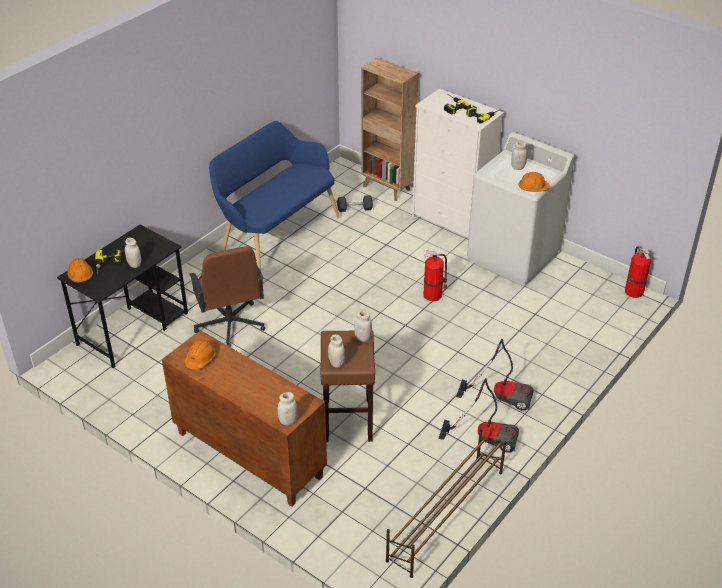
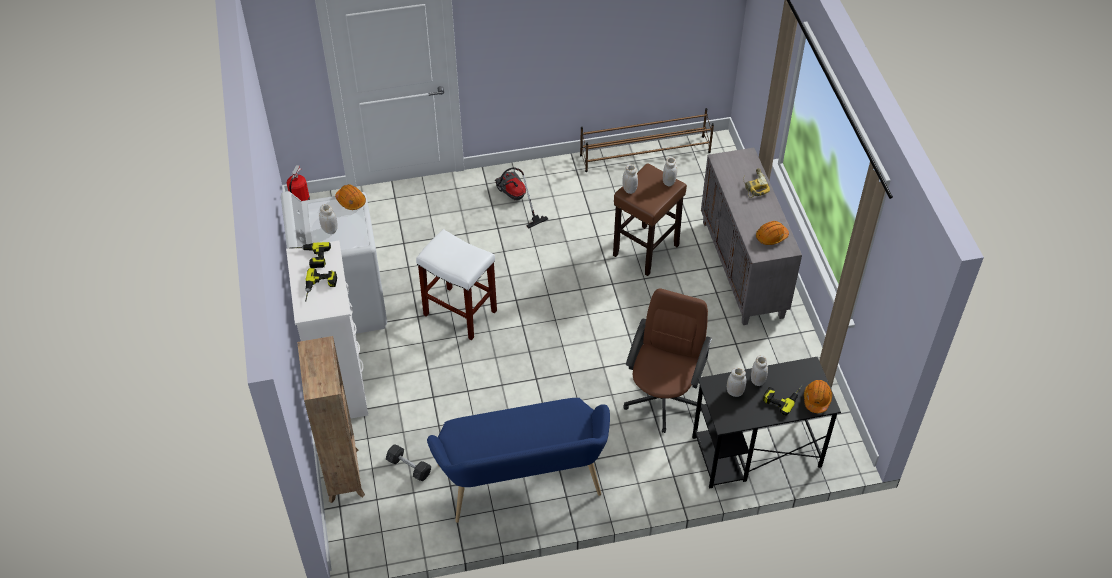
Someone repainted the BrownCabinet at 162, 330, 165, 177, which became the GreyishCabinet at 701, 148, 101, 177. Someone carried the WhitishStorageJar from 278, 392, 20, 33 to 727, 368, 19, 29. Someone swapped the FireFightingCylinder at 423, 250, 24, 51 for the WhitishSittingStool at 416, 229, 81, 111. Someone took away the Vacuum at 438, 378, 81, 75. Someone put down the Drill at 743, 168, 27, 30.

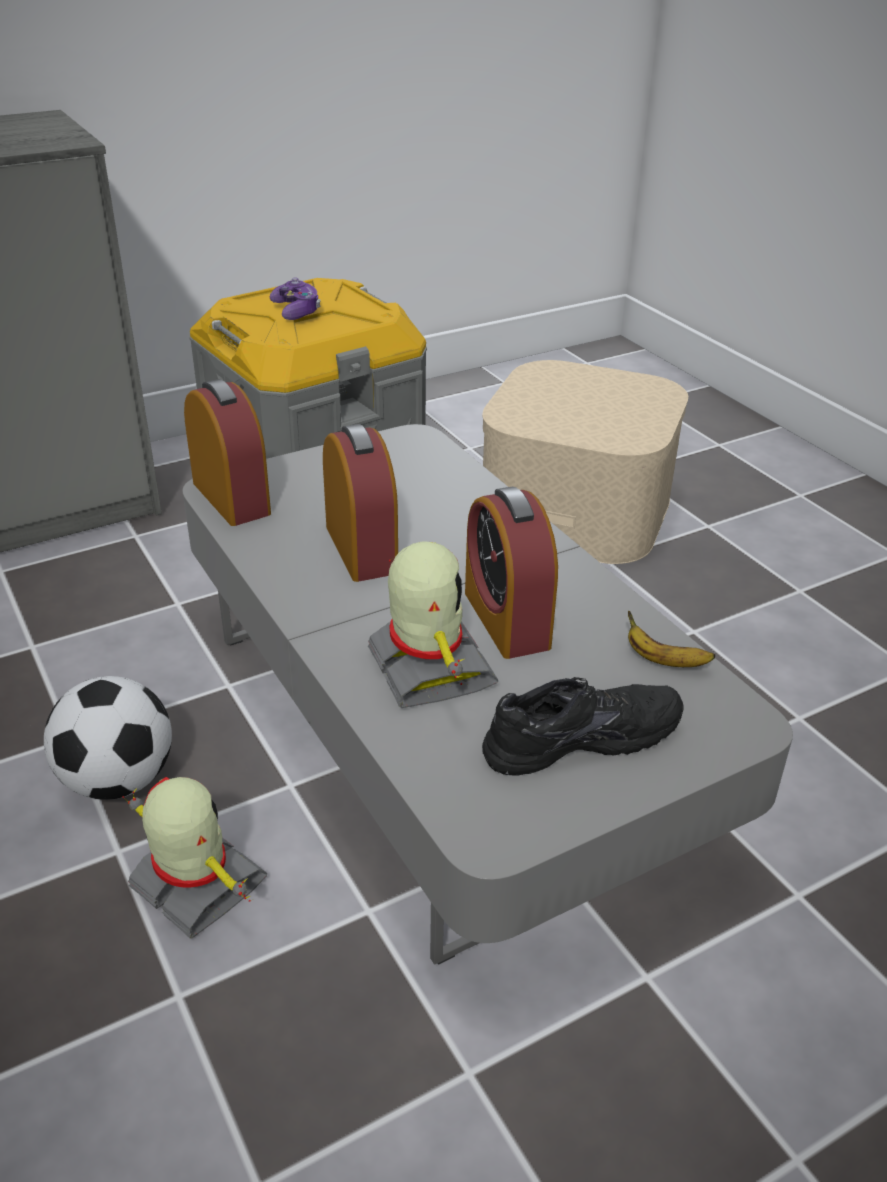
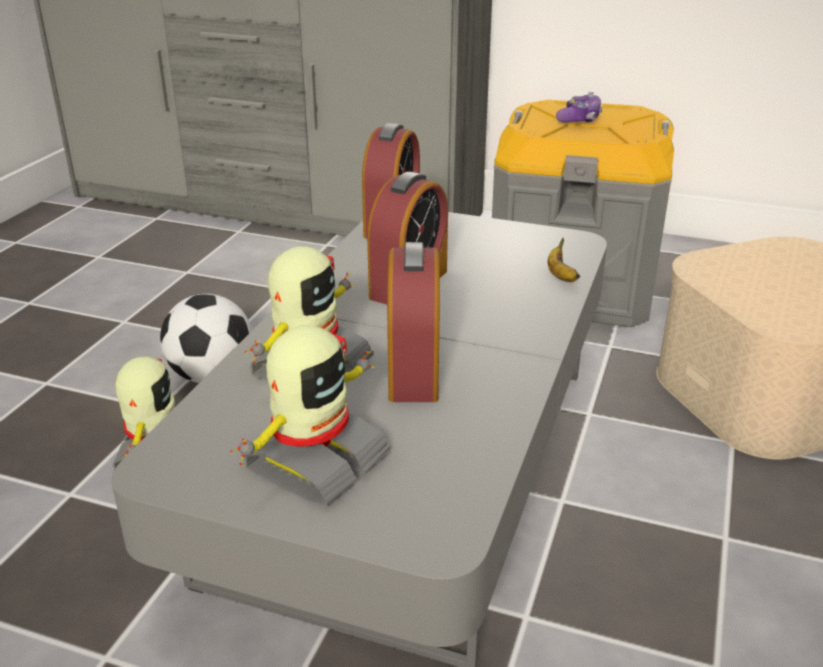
Someone rotated the BedsideClock at 465, 487, 93, 172 by 150 degrees clockwise. Someone swapped the BlackItemOfFootwear at 482, 677, 202, 98 for the ModelRobot at 230, 325, 161, 180. Someone carried the WholeBanana from 628, 611, 87, 56 to 548, 238, 32, 44.

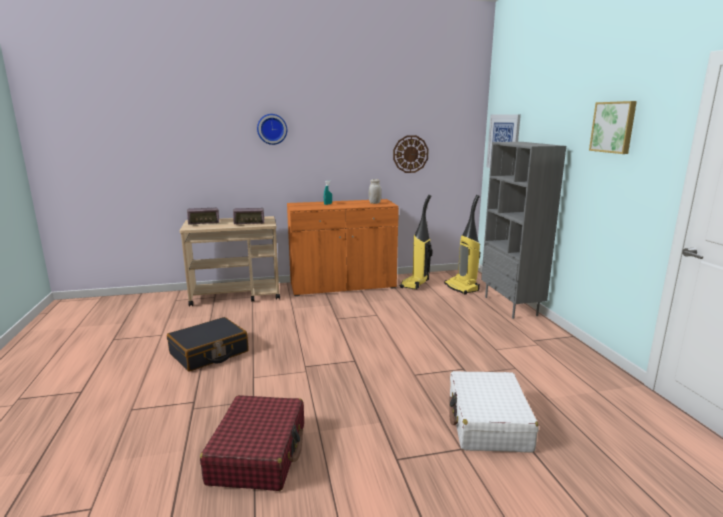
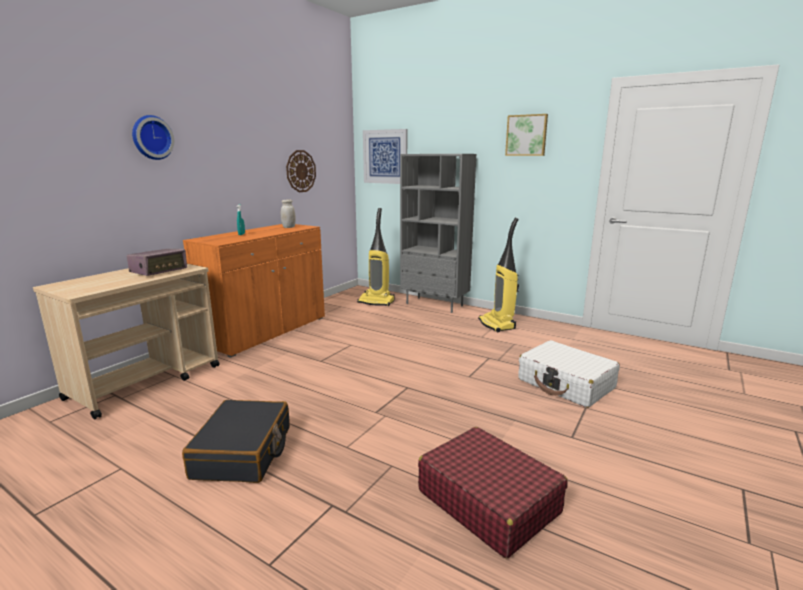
Someone took away the Radio at 187, 208, 32, 17. Someone carried the Vacuum from 400, 195, 33, 94 to 478, 218, 41, 114.

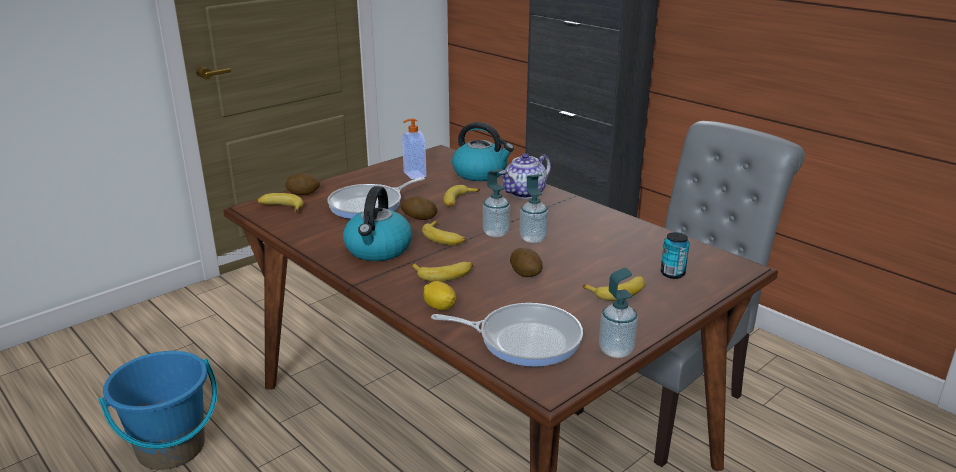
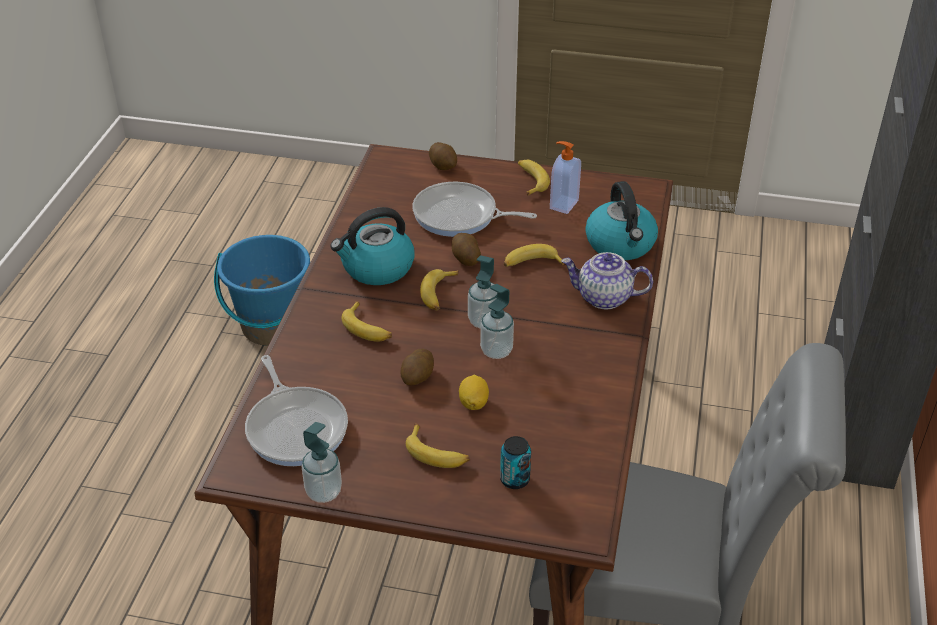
Someone carried the WholeBanana from 257, 193, 47, 19 to 518, 160, 32, 36. Someone carried the Lemon from 424, 281, 32, 30 to 459, 375, 30, 35.

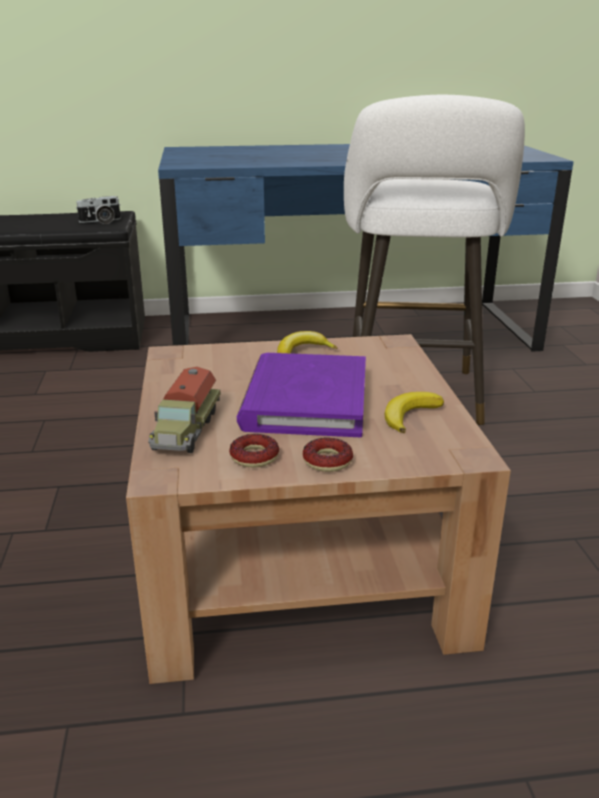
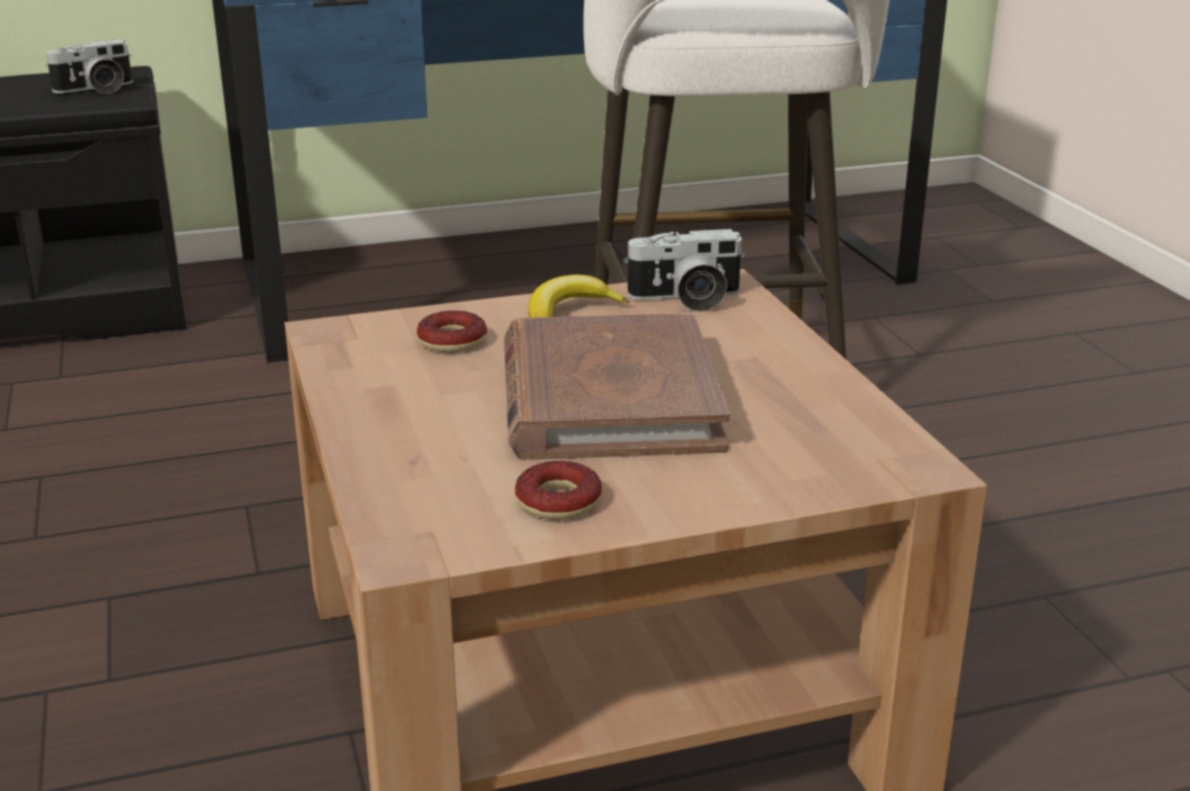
Someone took away the ToyLorry at 148, 367, 72, 86. Someone repainted the PurplishVolume at 237, 353, 129, 84, which became the BrownVolume at 504, 313, 226, 147. Someone carried the Donut from 303, 438, 50, 34 to 417, 311, 70, 41. Someone took away the WholeBanana at 385, 392, 59, 41. Someone put down the StillCamera at 623, 229, 122, 83.

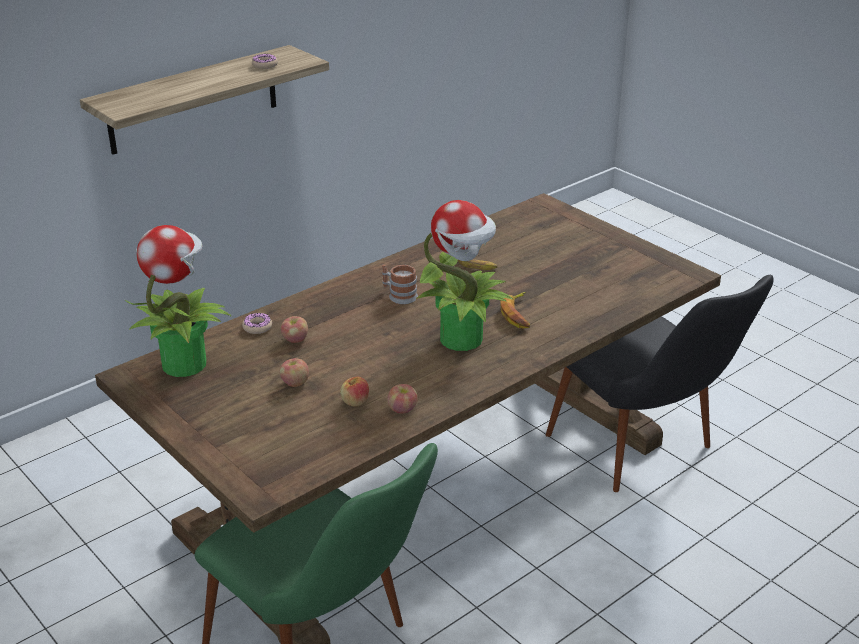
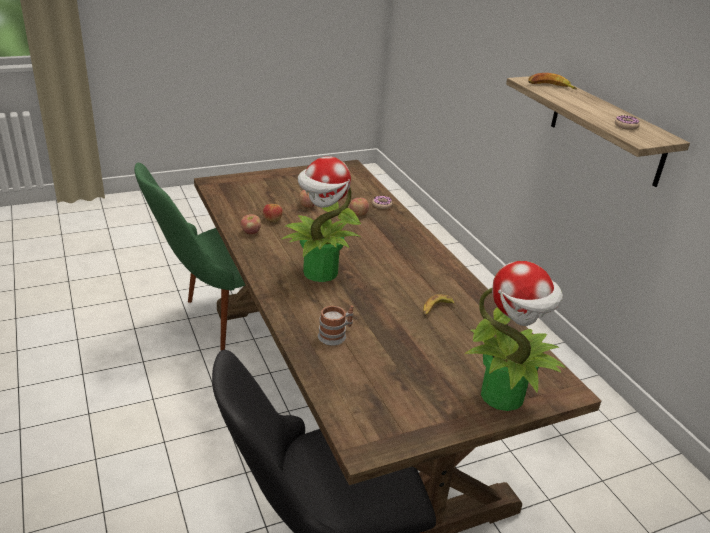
Someone carried the Houseplant from 125, 225, 107, 152 to 465, 261, 100, 150. Someone carried the CoffeeMug from 382, 265, 36, 39 to 318, 305, 36, 41. Someone carried the WholeBanana from 501, 292, 29, 36 to 528, 73, 49, 16.

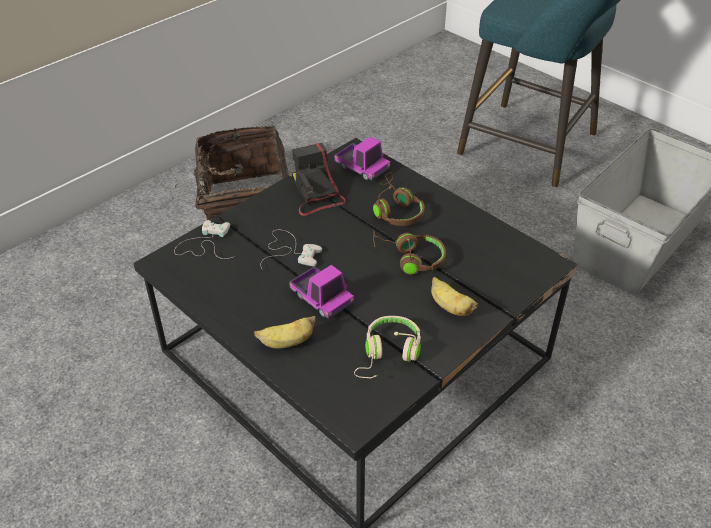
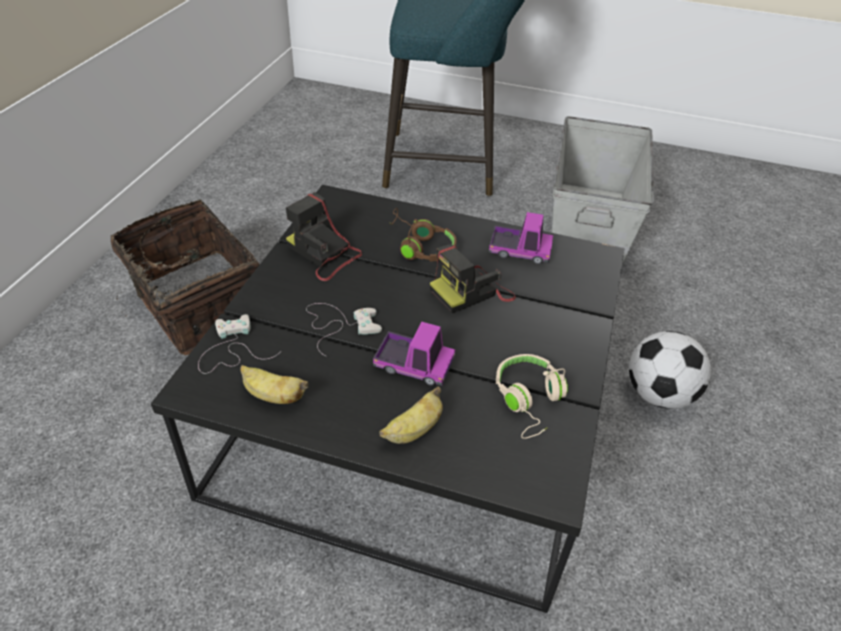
Someone carried the ToyLorry from 335, 137, 55, 43 to 489, 212, 64, 52. Someone swapped the BrownPairOfHeadphones at 373, 230, 73, 45 for the StillCamera at 430, 244, 86, 69. Someone carried the WholeBanana from 431, 277, 47, 39 to 240, 365, 69, 39. Someone put down the FootballBall at 629, 331, 82, 78.

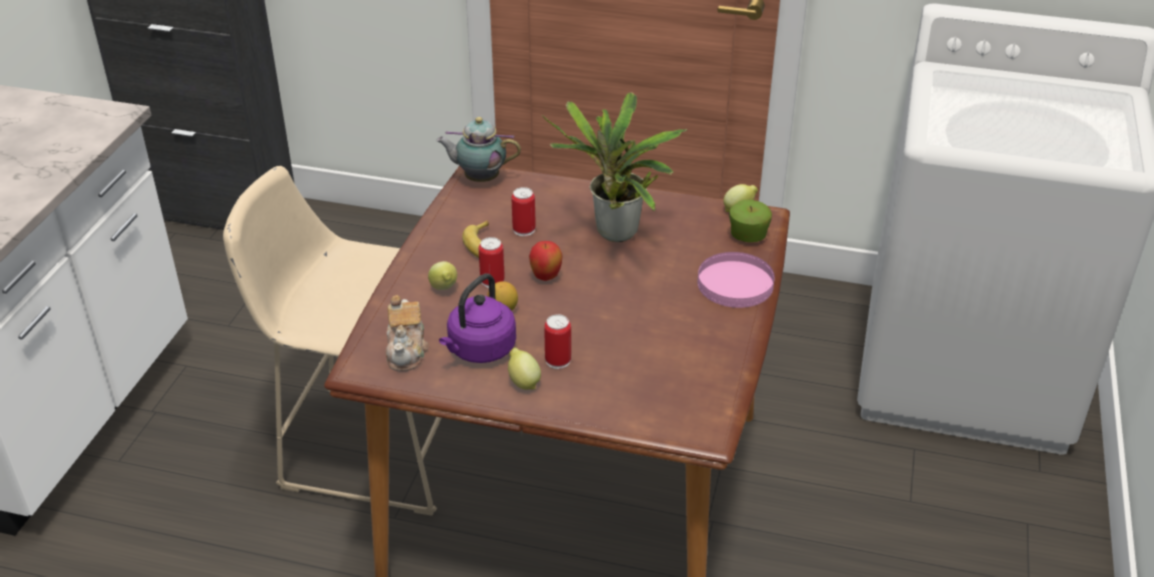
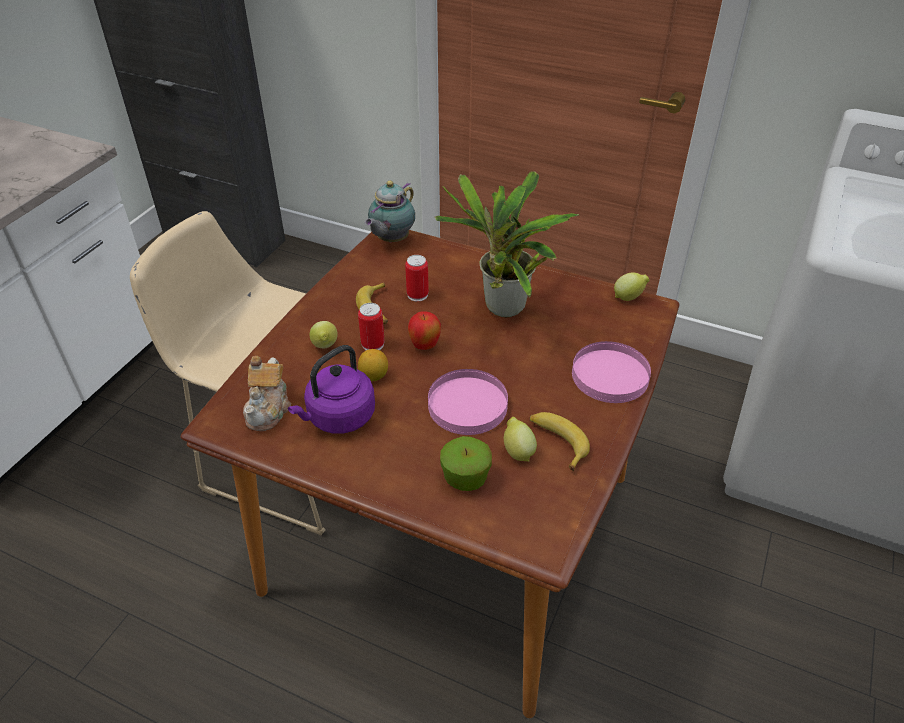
Someone rotated the TeaPot at 436, 117, 85, 65 by 75 degrees counterclockwise. Someone carried the Lemon from 508, 348, 33, 41 to 504, 417, 33, 45. Someone took away the MetalCan at 544, 314, 27, 55. Someone carried the Apple from 729, 200, 43, 42 to 440, 436, 52, 55. Someone put down the PinkColouredFlatDish at 428, 369, 80, 66. Someone put down the WholeBanana at 530, 412, 60, 59.

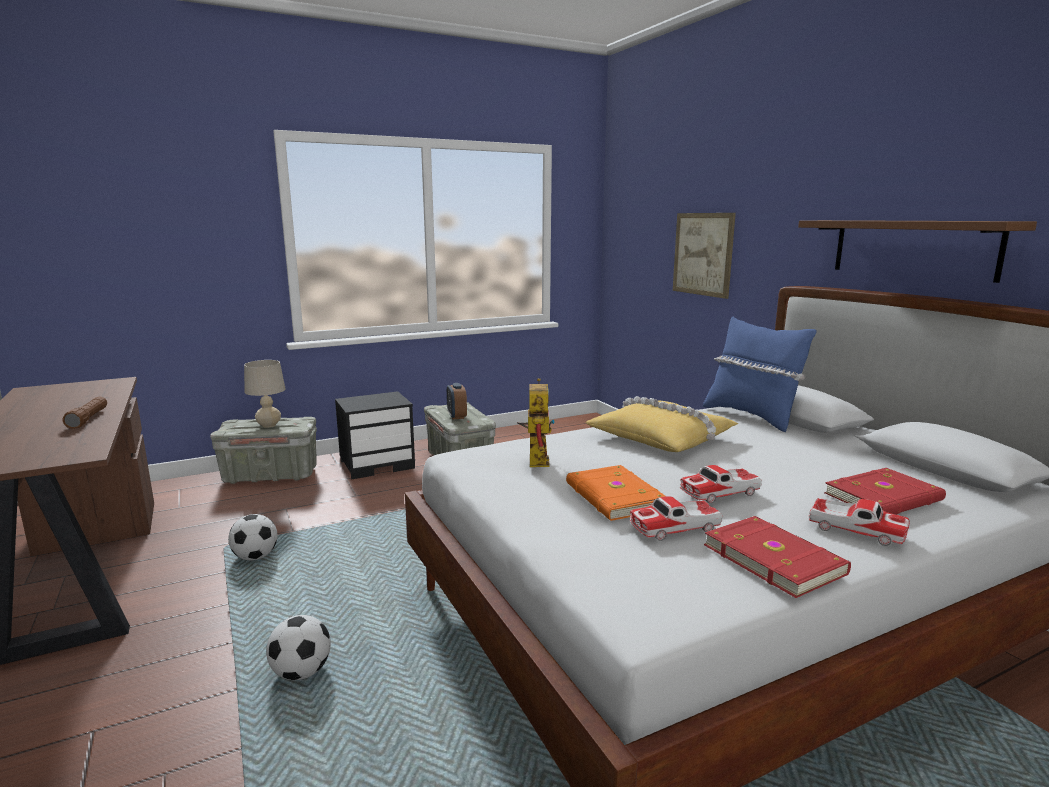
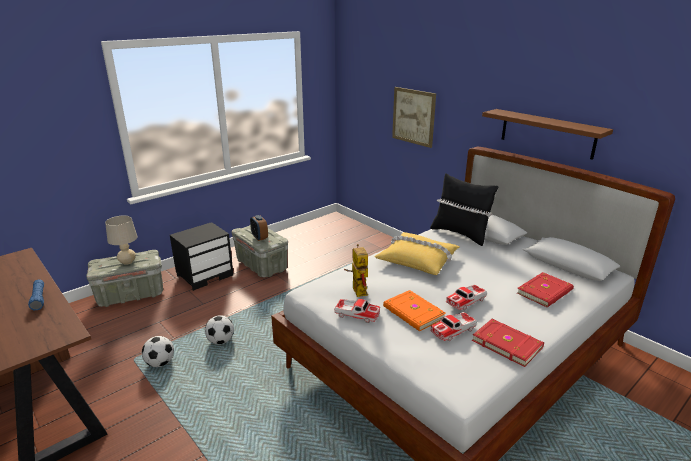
Someone repainted the BrownHandTorch at 63, 396, 44, 33, which became the BluishHandTorch at 28, 279, 16, 31. Someone carried the FootballBall from 266, 615, 65, 65 to 205, 315, 29, 29. Someone repainted the BluishPillow at 703, 317, 114, 115, which became the BlackPillow at 430, 173, 68, 73. Someone carried the ToyCar from 809, 498, 101, 48 to 334, 299, 46, 24.

